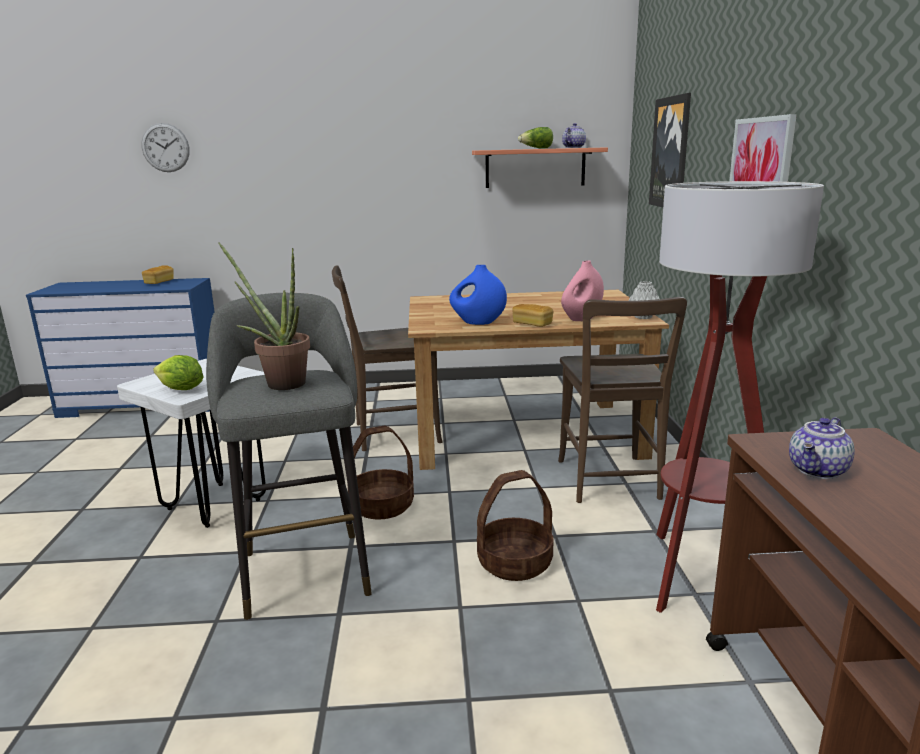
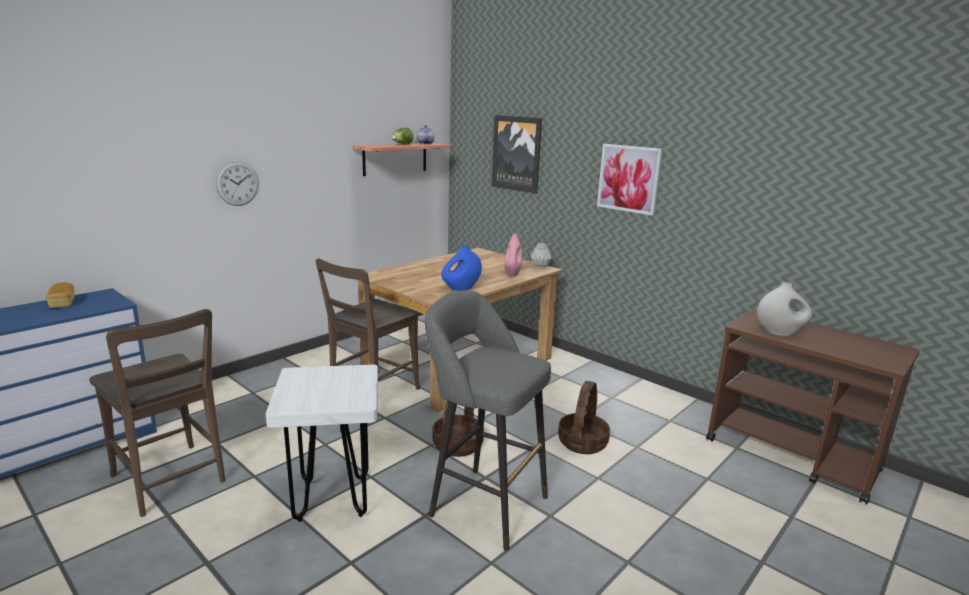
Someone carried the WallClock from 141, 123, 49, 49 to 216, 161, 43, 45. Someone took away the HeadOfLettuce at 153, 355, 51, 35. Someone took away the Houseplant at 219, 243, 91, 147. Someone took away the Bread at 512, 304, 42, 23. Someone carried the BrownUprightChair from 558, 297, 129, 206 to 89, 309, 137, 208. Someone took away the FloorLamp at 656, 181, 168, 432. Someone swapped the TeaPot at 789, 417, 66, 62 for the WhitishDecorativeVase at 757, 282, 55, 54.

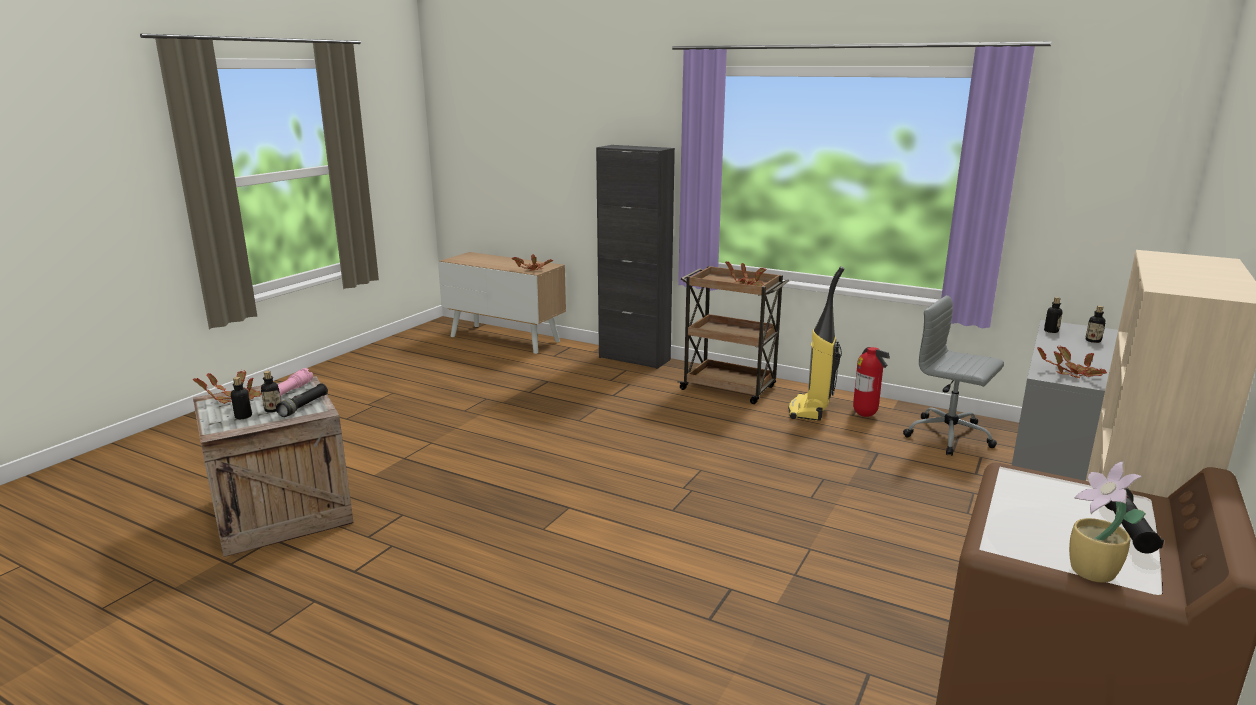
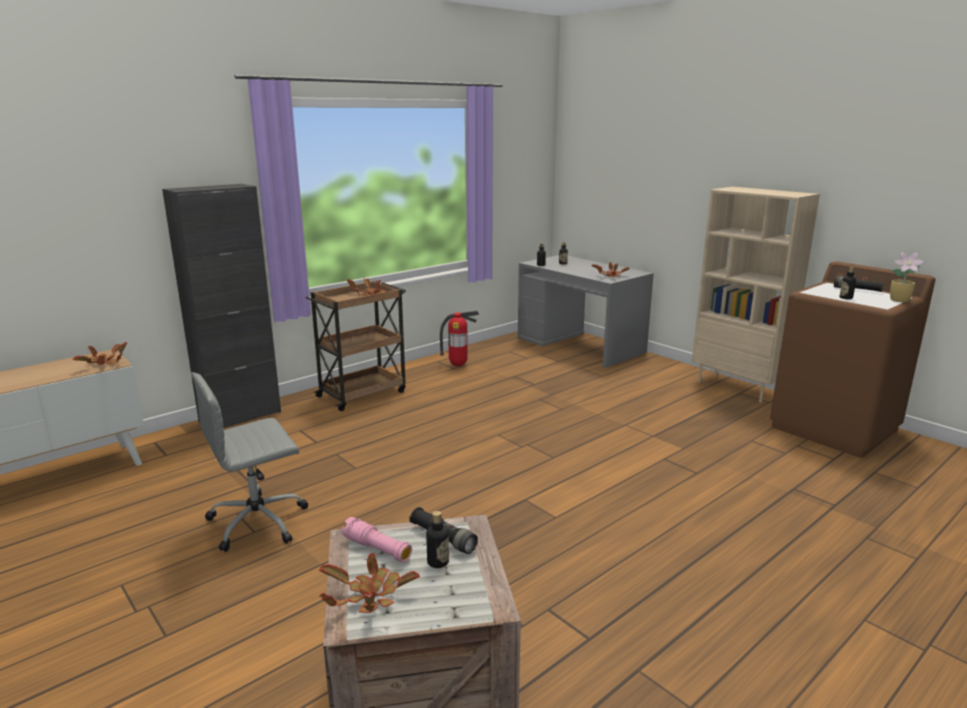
Someone carried the Bottle from 231, 377, 21, 42 to 840, 267, 16, 32. Someone took away the Vacuum at 788, 266, 57, 154. Someone carried the GreyishDeskChair from 903, 295, 101, 161 to 191, 372, 117, 180.

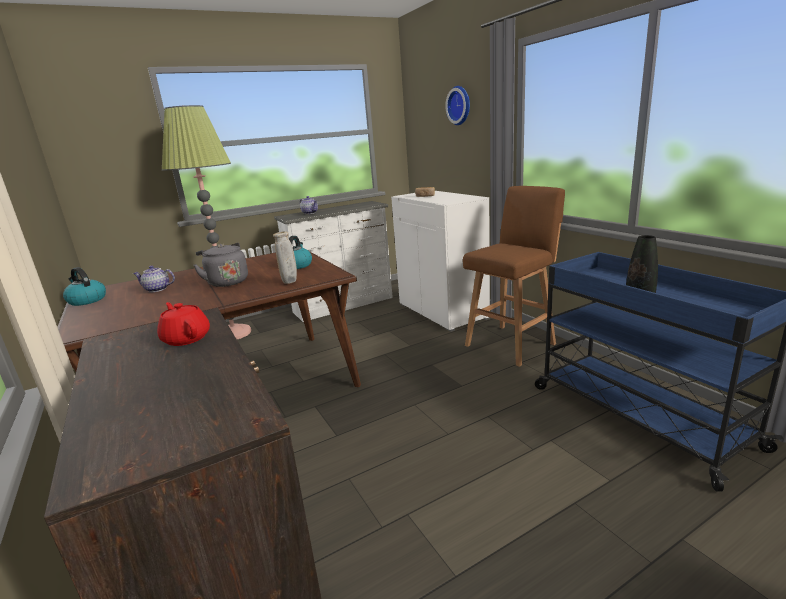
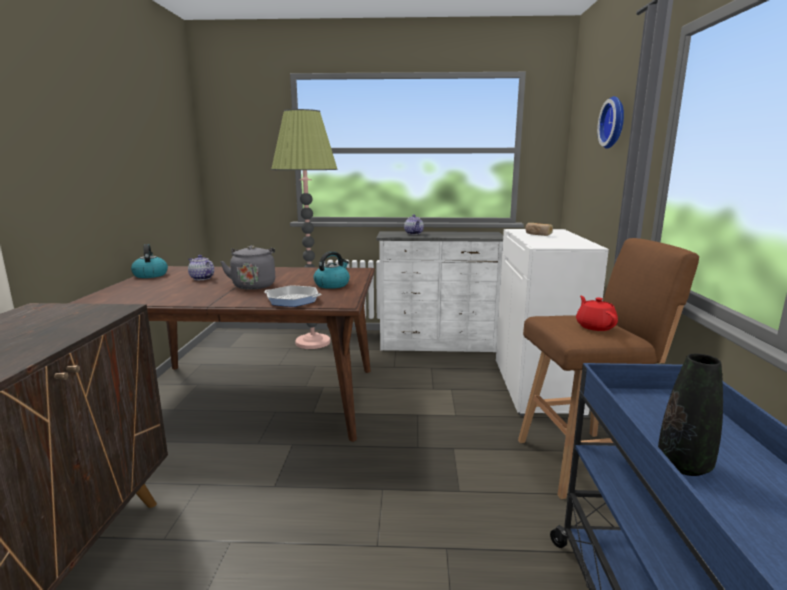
Someone carried the RedTeaPot from 157, 302, 53, 44 to 576, 296, 42, 35. Someone swapped the BeigeColouredDecorativeVase at 273, 231, 24, 53 for the FryingPan at 264, 285, 57, 22.

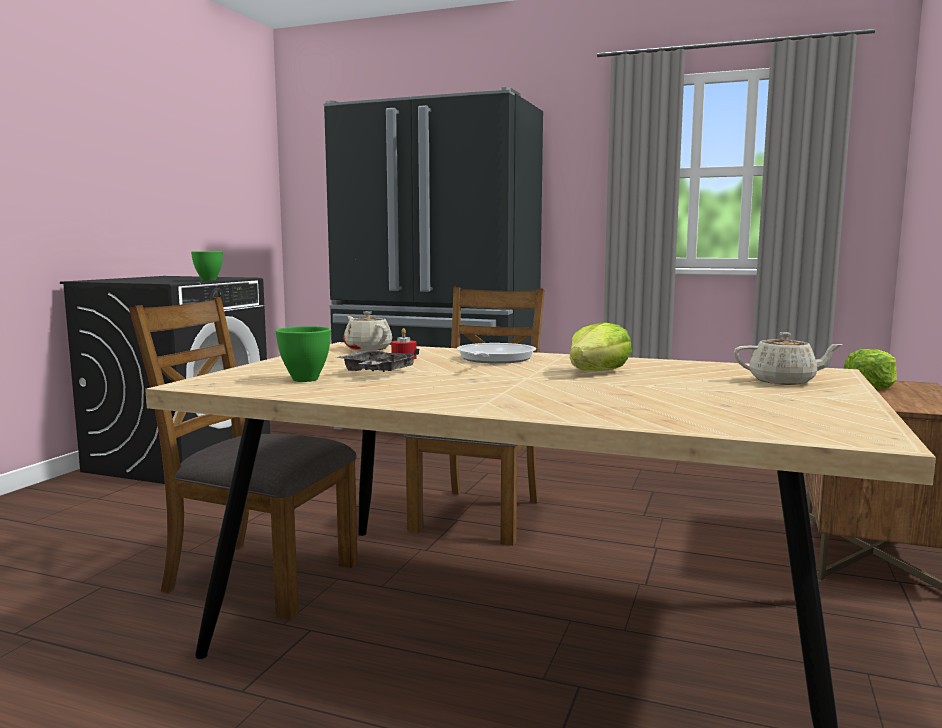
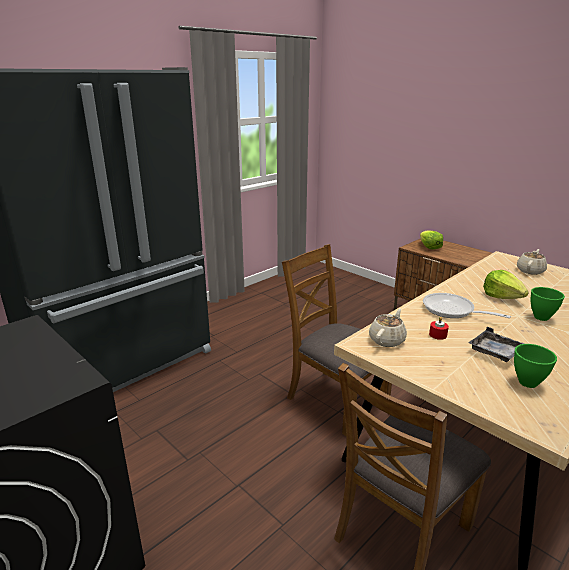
Someone carried the GreenishDeepDish from 191, 251, 32, 29 to 531, 287, 34, 34. Someone rotated the BeigeColouredTeaPot at 343, 311, 49, 40 by 135 degrees clockwise.

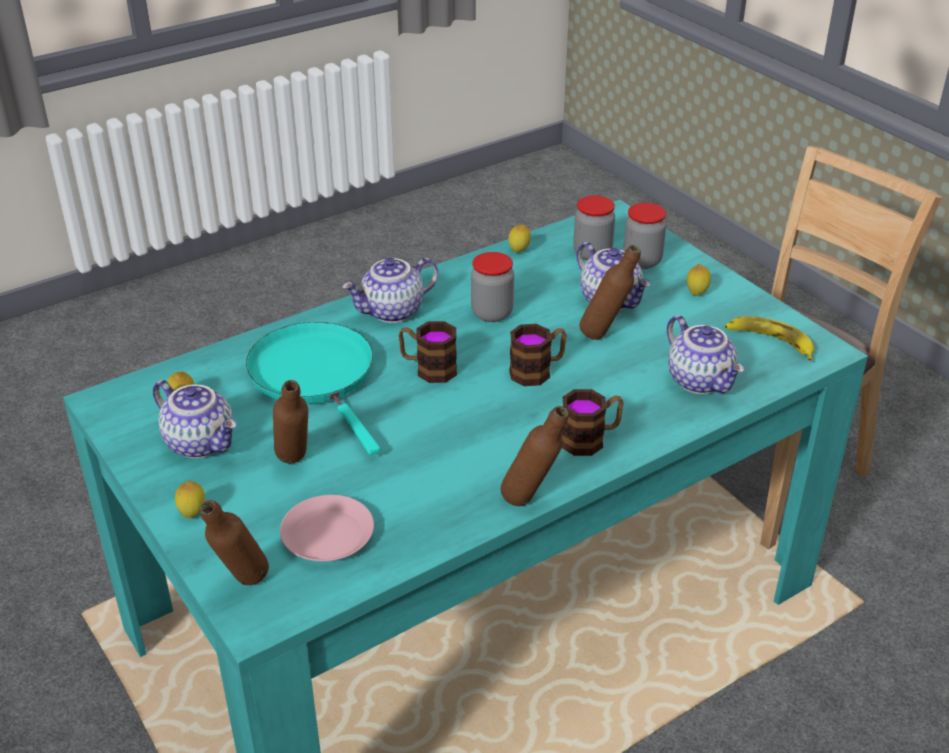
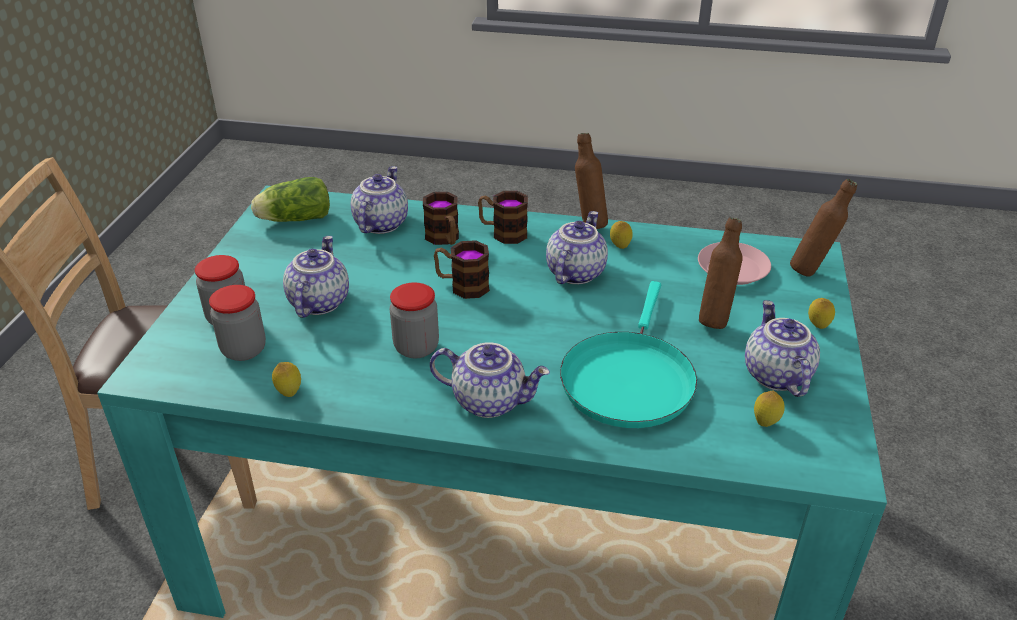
Someone carried the CoffeeMug from 399, 321, 58, 62 to 423, 192, 36, 53. Someone took away the BrownBottle at 580, 245, 61, 95. Someone carried the Lemon from 687, 264, 24, 32 to 610, 221, 23, 28. Someone swapped the WholeBanana at 725, 316, 89, 45 for the HeadOfLettuce at 251, 177, 79, 45. Someone put down the TeaPot at 546, 211, 62, 73.

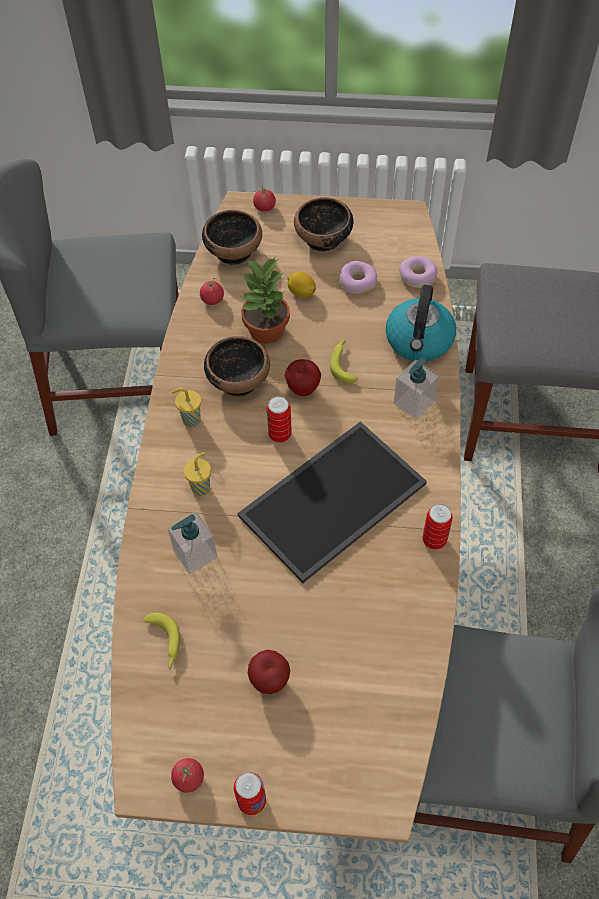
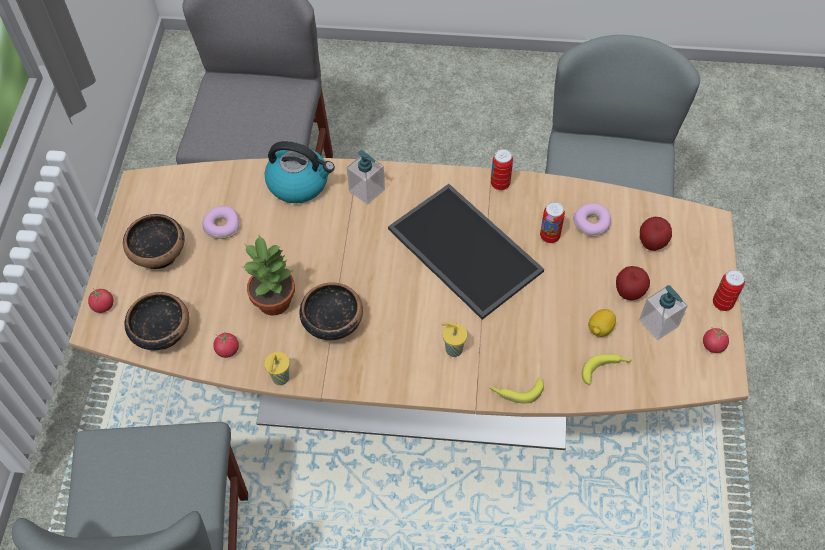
Someone carried the LiquidSoapBottle from 168, 512, 50, 62 to 639, 285, 49, 55. Someone carried the YellowColouredDrinkingCup from 172, 388, 29, 39 to 264, 352, 26, 33. Someone carried the MetalCan from 267, 396, 25, 47 to 540, 202, 25, 41. Someone carried the Apple from 285, 359, 36, 37 to 640, 217, 32, 34. Someone carried the Lemon from 287, 272, 29, 26 to 588, 309, 28, 28. Someone carried the WholeBanana from 330, 338, 28, 45 to 490, 377, 54, 26. Someone carried the Donut from 399, 256, 39, 32 to 573, 203, 38, 34.

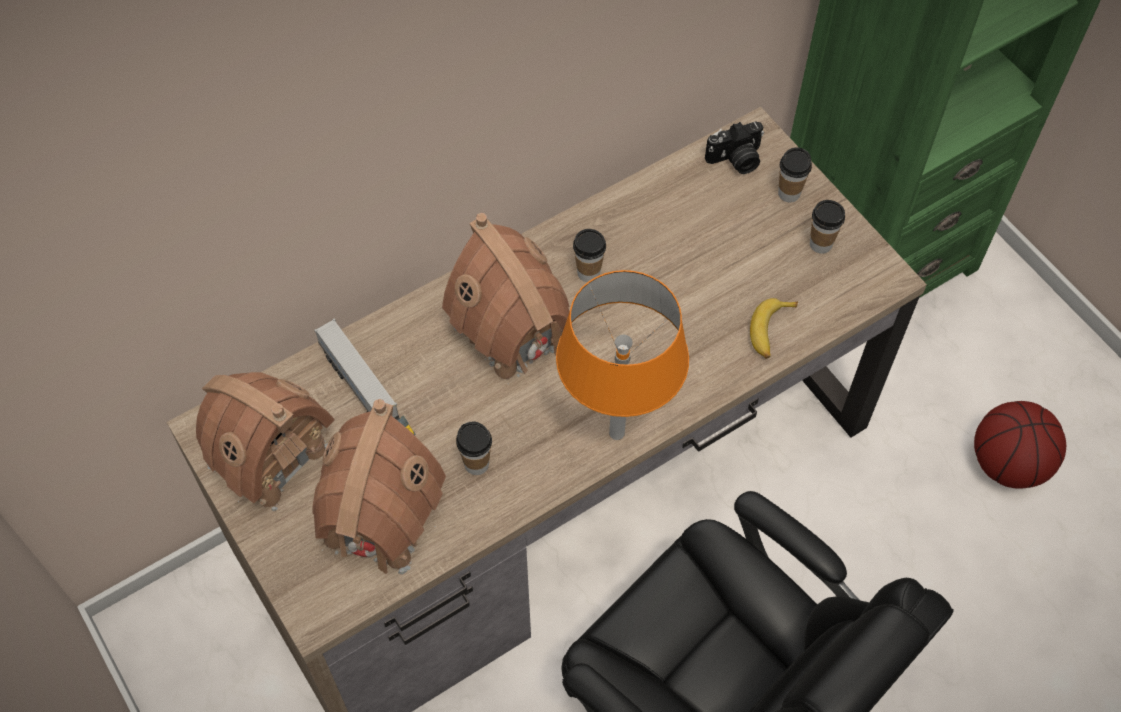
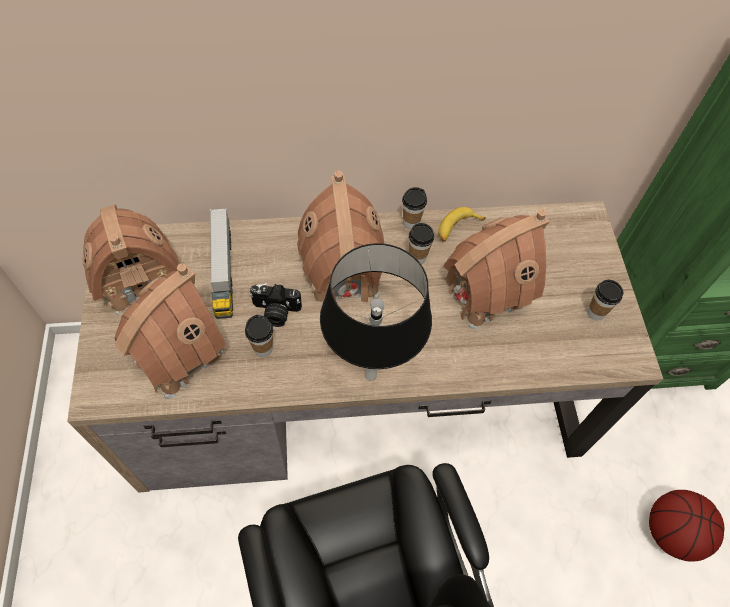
Someone repainted the OrangeTabletopLamp at 556, 270, 133, 170, which became the BlackTabletopLamp at 320, 243, 112, 138. Someone carried the StillCamera from 705, 121, 59, 53 to 249, 283, 53, 44. Someone carried the WholeBanana from 750, 298, 48, 61 to 438, 207, 48, 35. Someone carried the DrinkingCup from 778, 148, 34, 54 to 402, 187, 25, 42. Someone put down the MiniatureHouse at 441, 209, 108, 120.

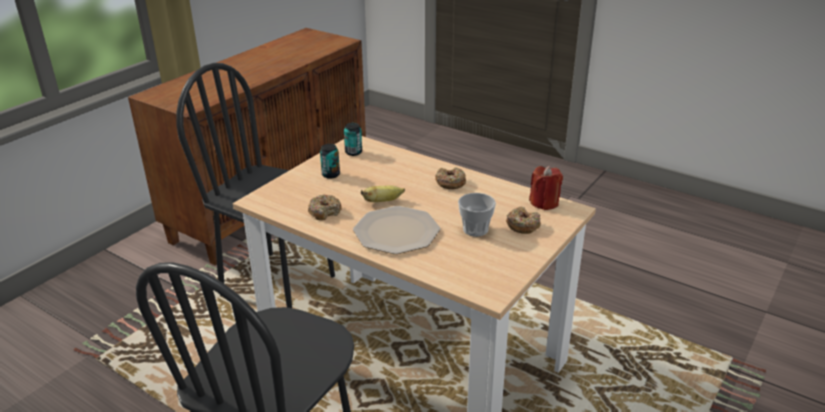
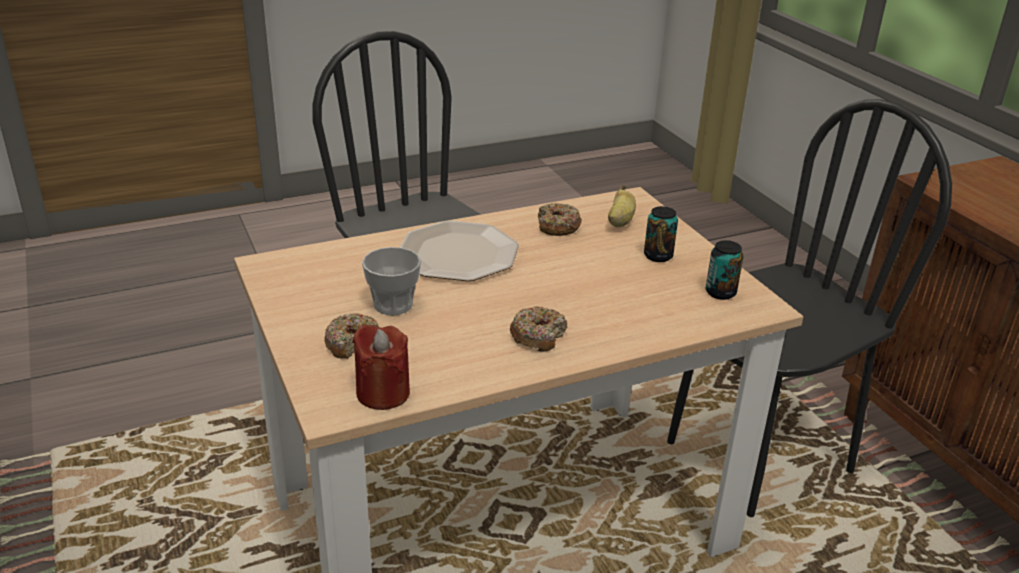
Someone carried the WholeBanana from 361, 185, 44, 17 to 608, 185, 28, 42.

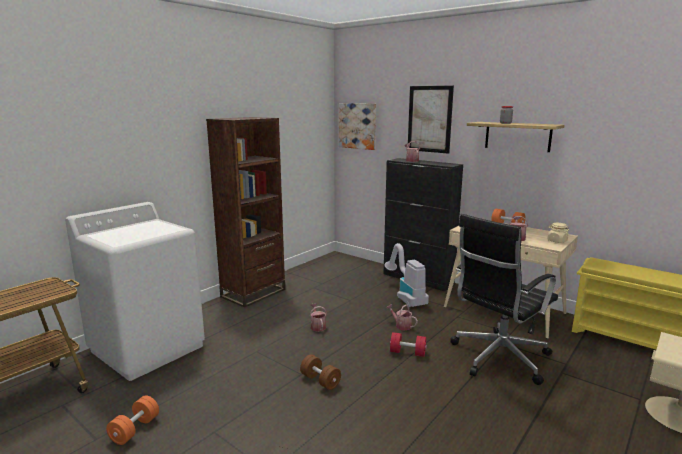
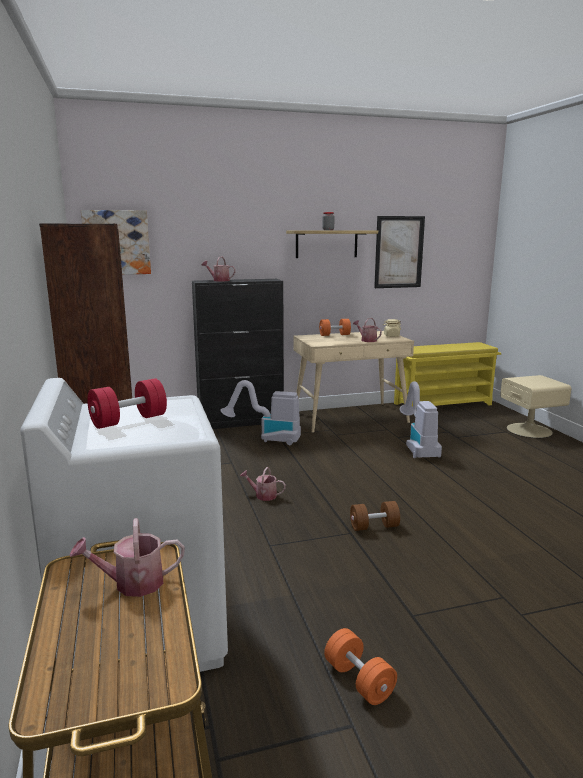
Someone carried the WateringCan from 386, 304, 32, 26 to 70, 518, 114, 79. Someone carried the RedHandWeight from 390, 332, 37, 25 to 87, 379, 80, 50. Someone carried the WallPicture from 408, 85, 46, 69 to 374, 216, 51, 72. Someone swapped the BlackDeskChair at 451, 214, 107, 171 for the Vacuum at 400, 381, 42, 77.

